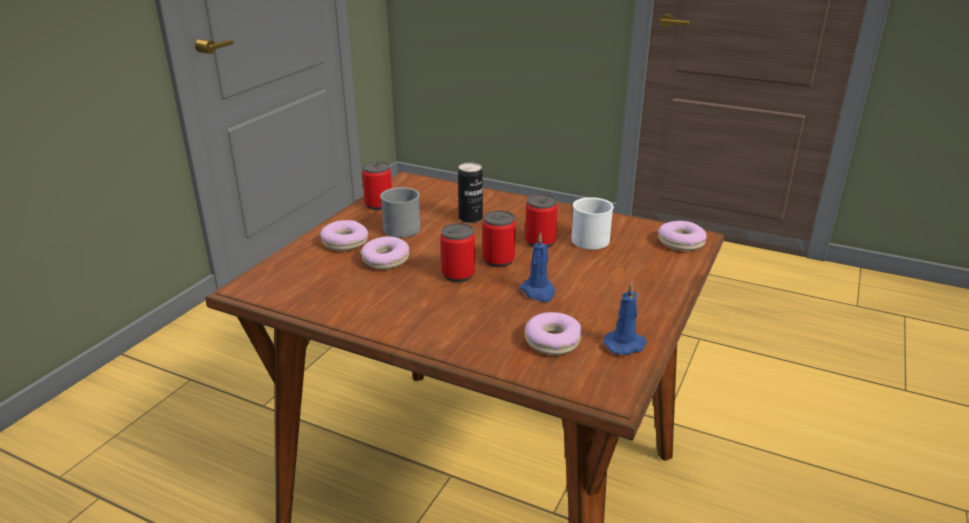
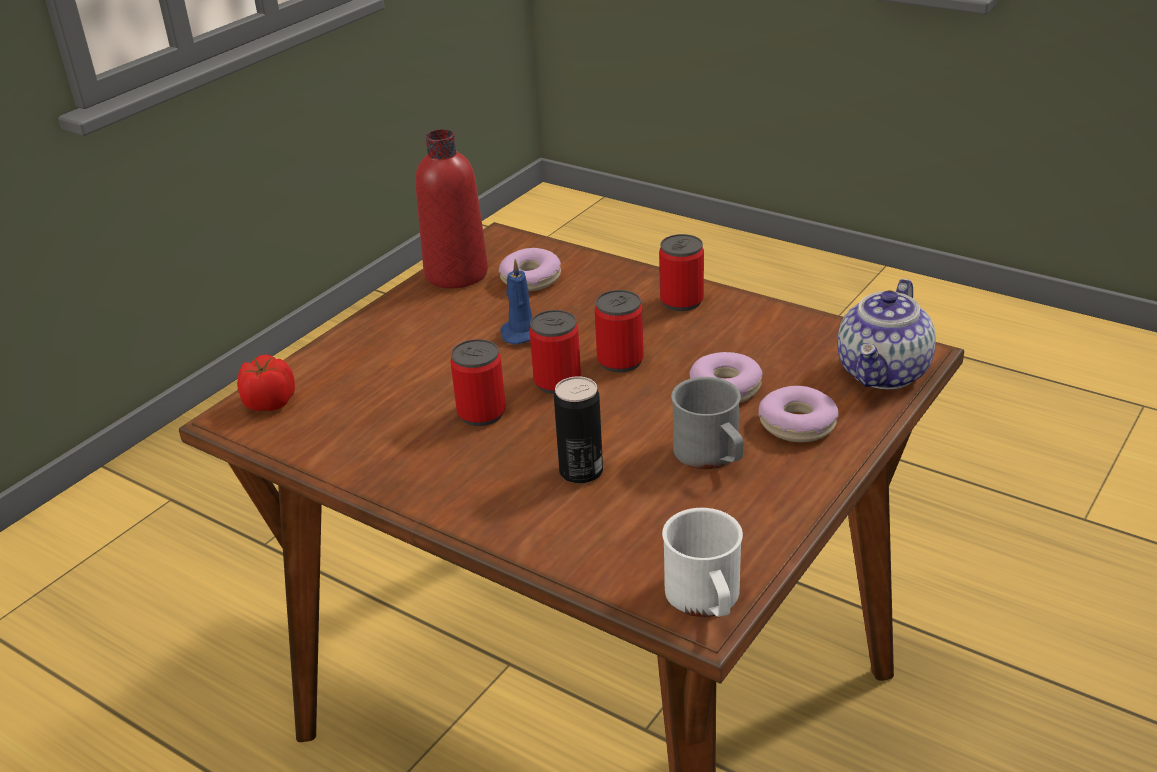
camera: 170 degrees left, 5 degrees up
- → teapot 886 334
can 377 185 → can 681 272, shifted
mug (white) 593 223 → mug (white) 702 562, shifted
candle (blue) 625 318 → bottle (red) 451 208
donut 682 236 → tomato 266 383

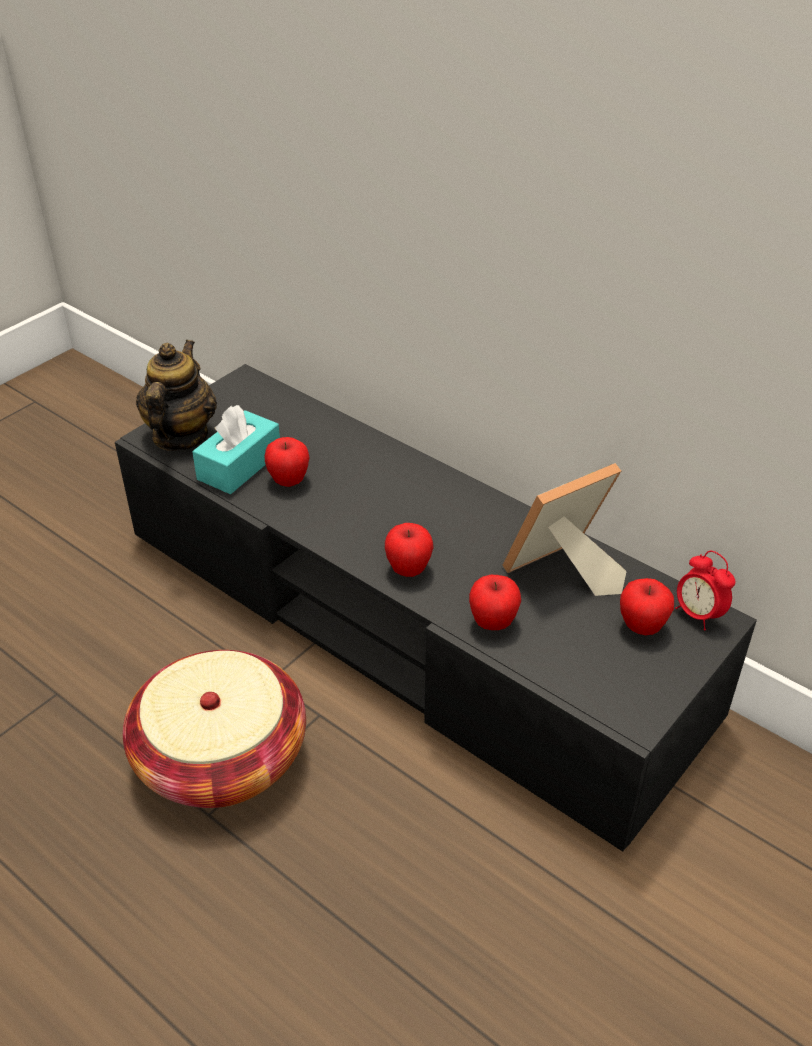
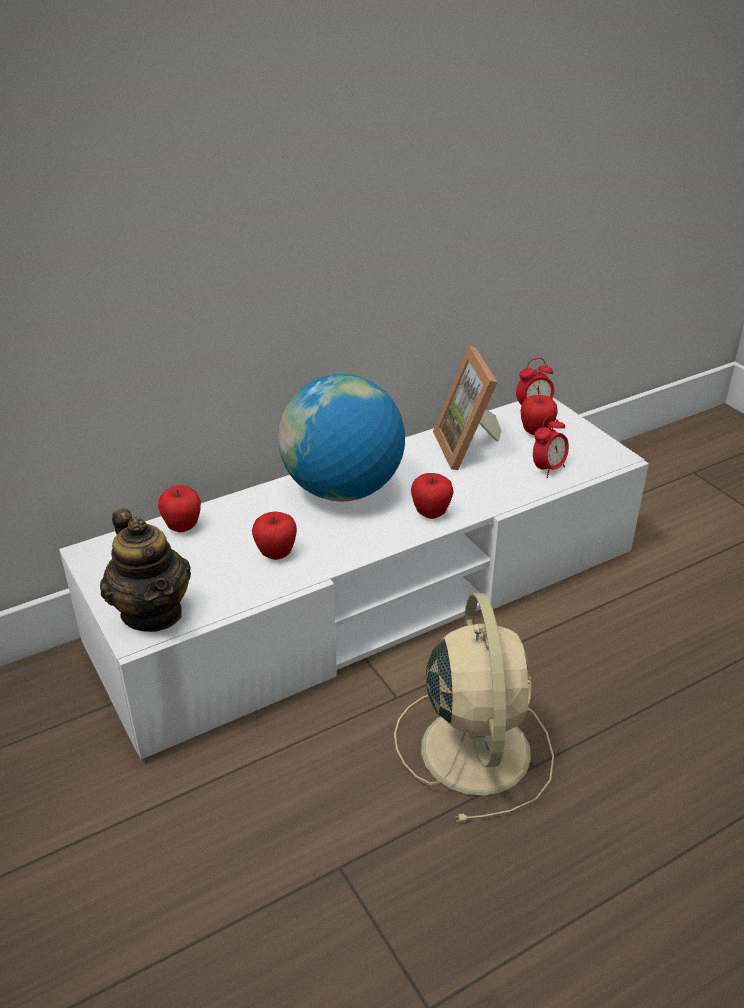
camera: 70 degrees left, 5 degrees down
tissue box (turquoise) 236 449 → -
- → globe 341 438
- → alarm clock 551 446
apple 495 602 → apple 179 509, shifted
basket 214 729 → fan (beige) 474 708
tv stand (black) 436 607 → tv stand (white) 354 578
teapot 176 395 → teapot 145 570, 150 degrees counterclockwise

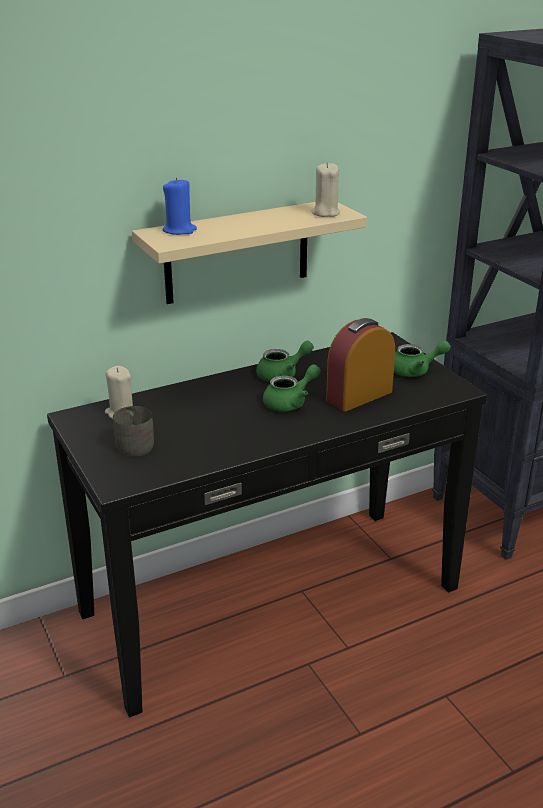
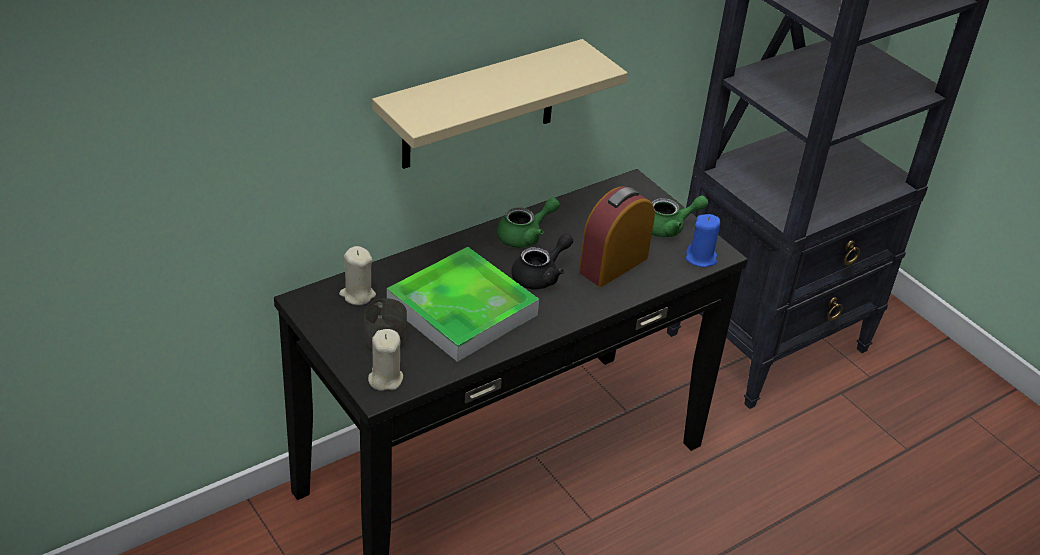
camera: 10 degrees left, 10 degrees up
- → tray 463 304
candle (blue) 180 206 → candle (blue) 703 240, shifted
candle (beige) 325 189 → candle (beige) 385 360, shifted
teapot (green) 292 387 → teapot (black) 542 261

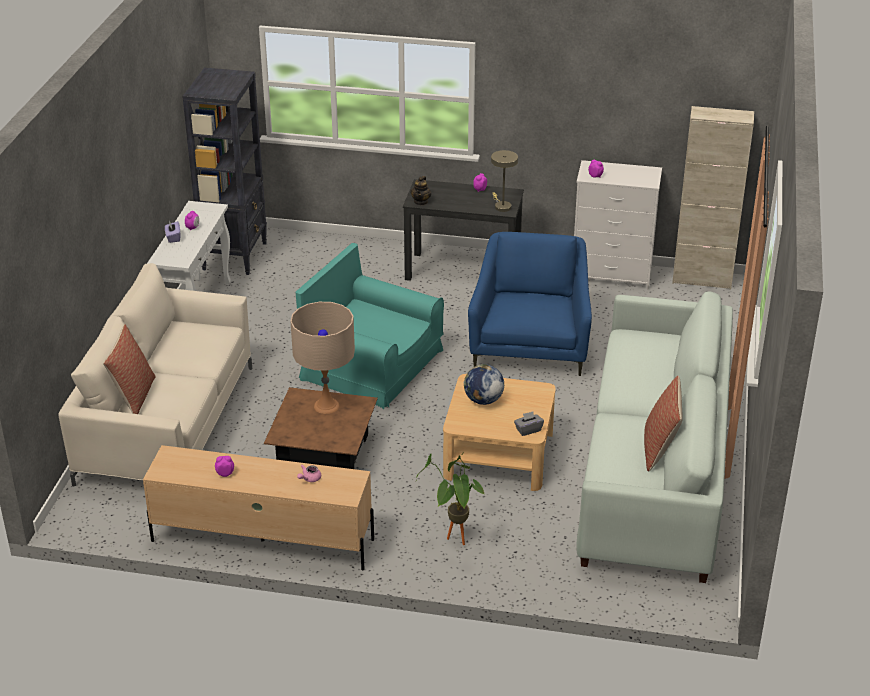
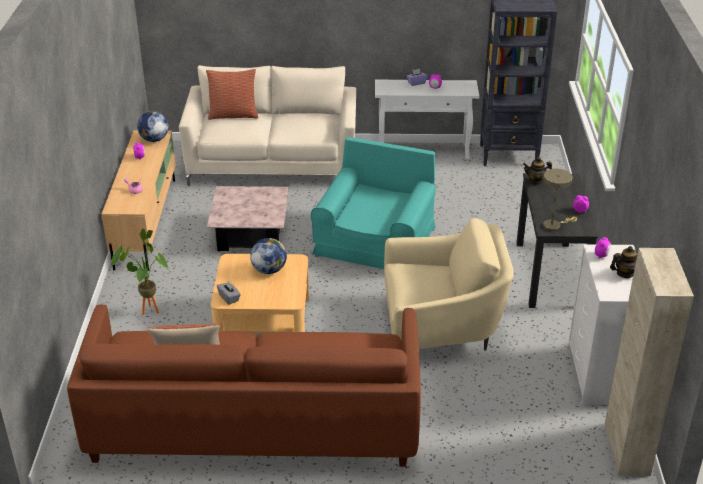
camera: 80 degrees right, 0 degrees up
table lamp (beige) 322 358 → -
- → globe 153 126
- → teapot 623 262
coffee table (brown) 321 428 → coffee table (pink) 248 218
armchair (blue) 530 304 → armchair (beige) 449 284
sofa (white) 654 437 → sofa (brown) 244 386

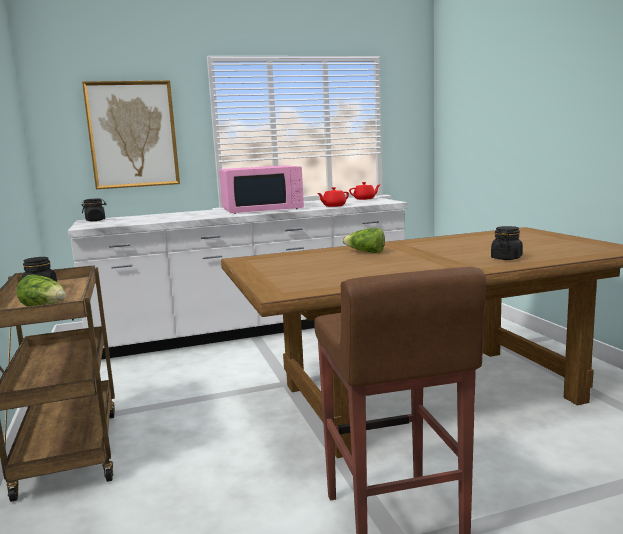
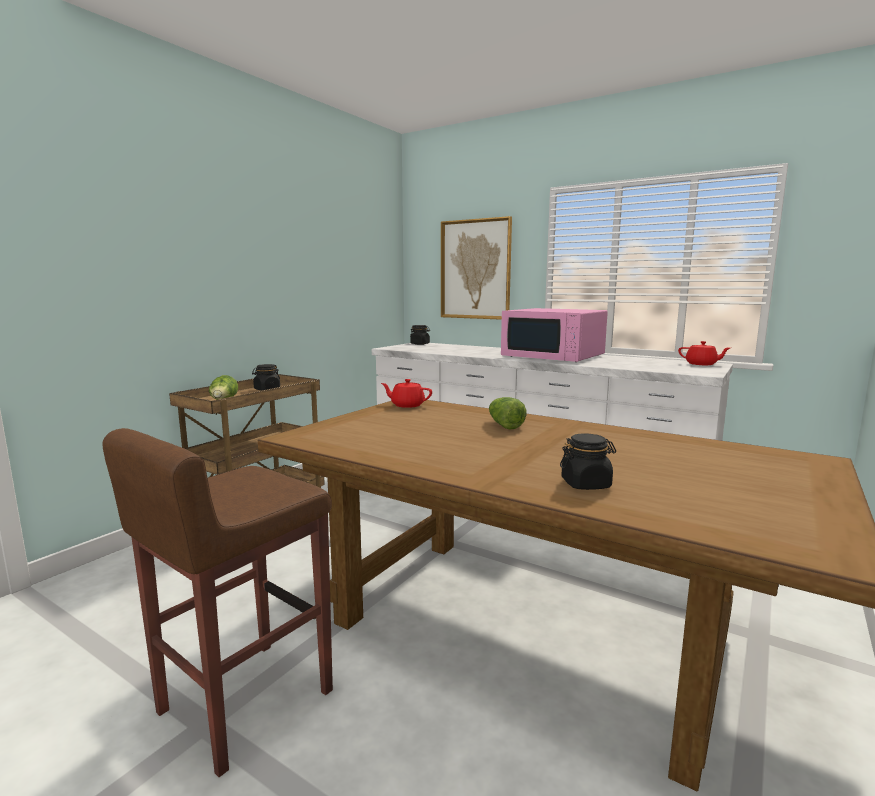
camera: 50 degrees right, 0 degrees up
teapot (red) 333 197 → teapot (red) 406 393, shifted

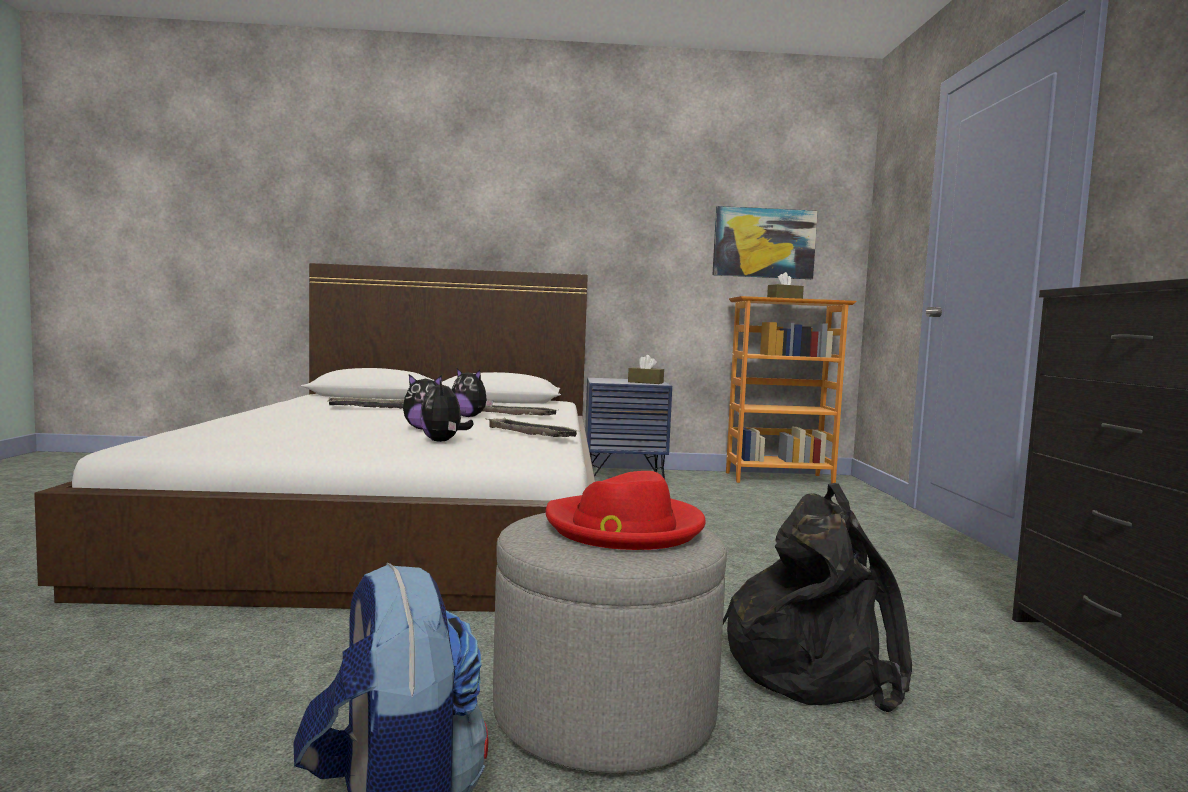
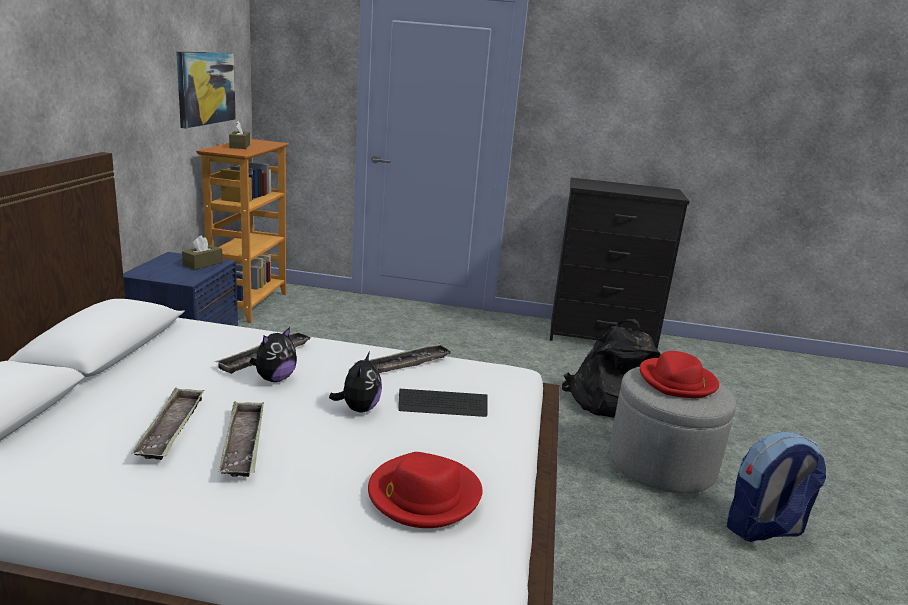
camera: 80 degrees left, 15 degrees up
- → tray 241 439
- → hat (red) 425 490
plush toy 446 410 → keyboard 443 403

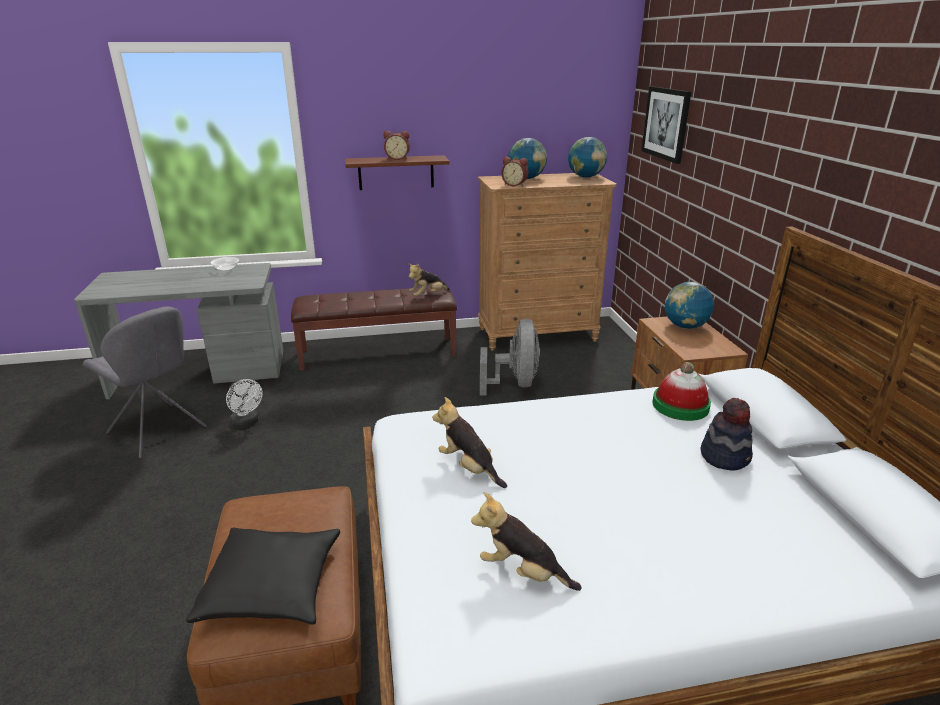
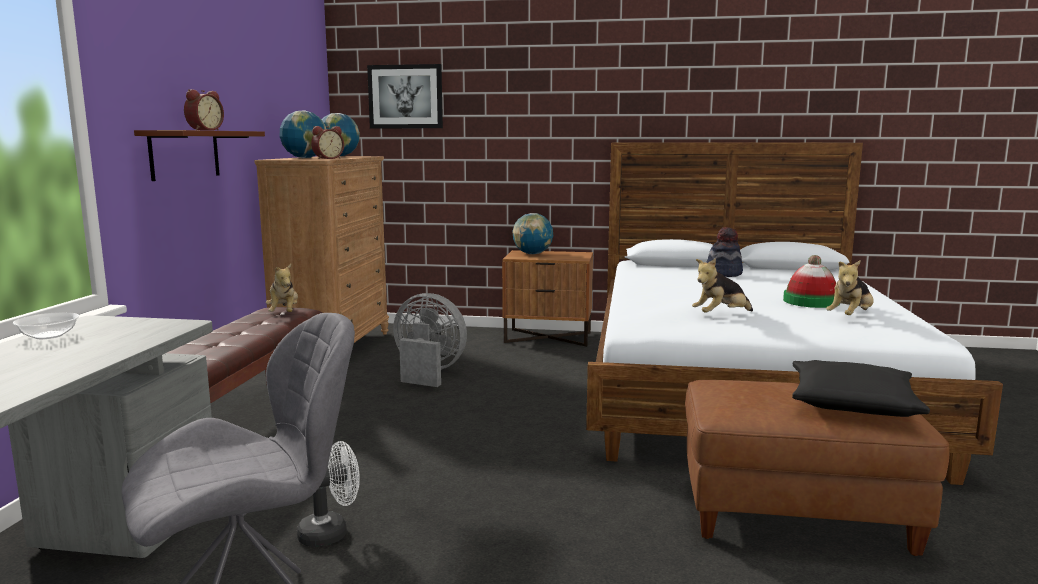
camera: 70 degrees left, 15 degrees down
hat 681 391 → hat 811 281, shifted

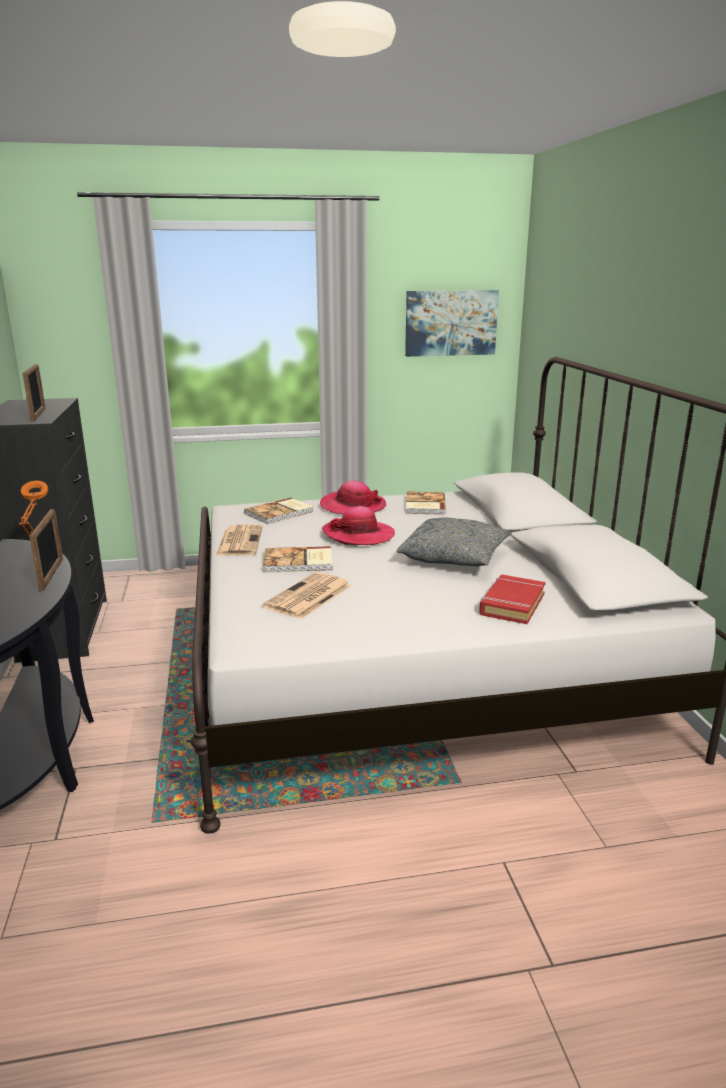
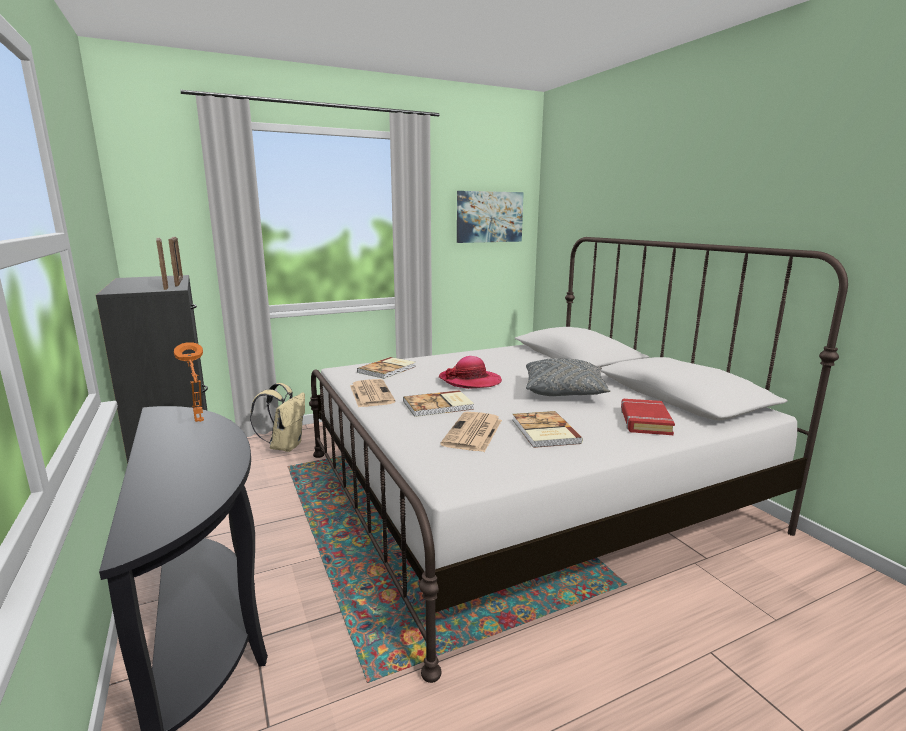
camera: 15 degrees left, 5 degrees down
hat 353 497 → -
- → backpack (beige) 277 417
picture frame 46 550 → picture frame 175 261, shifted
book 426 503 → book 547 429, shifted

